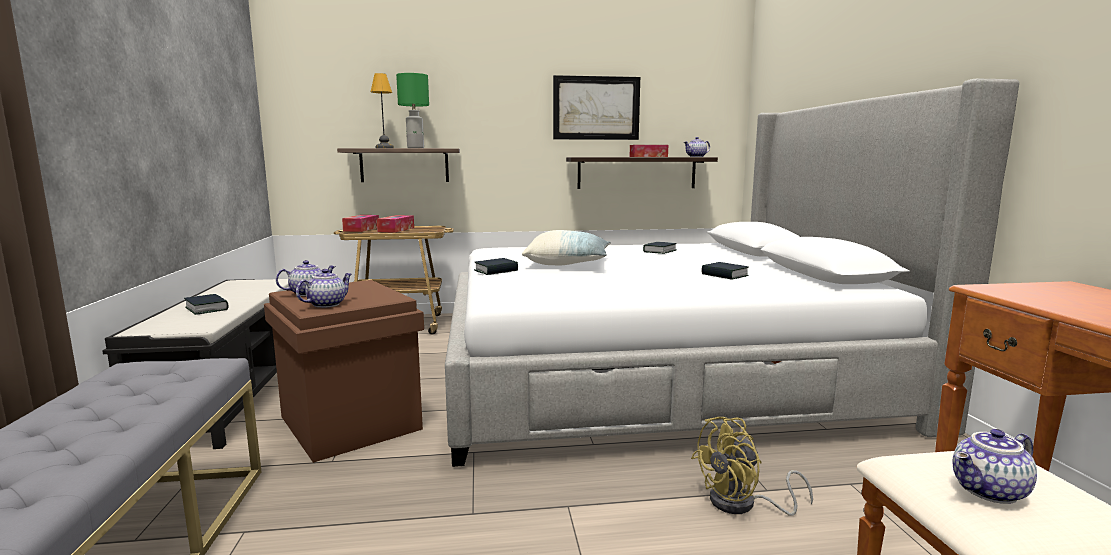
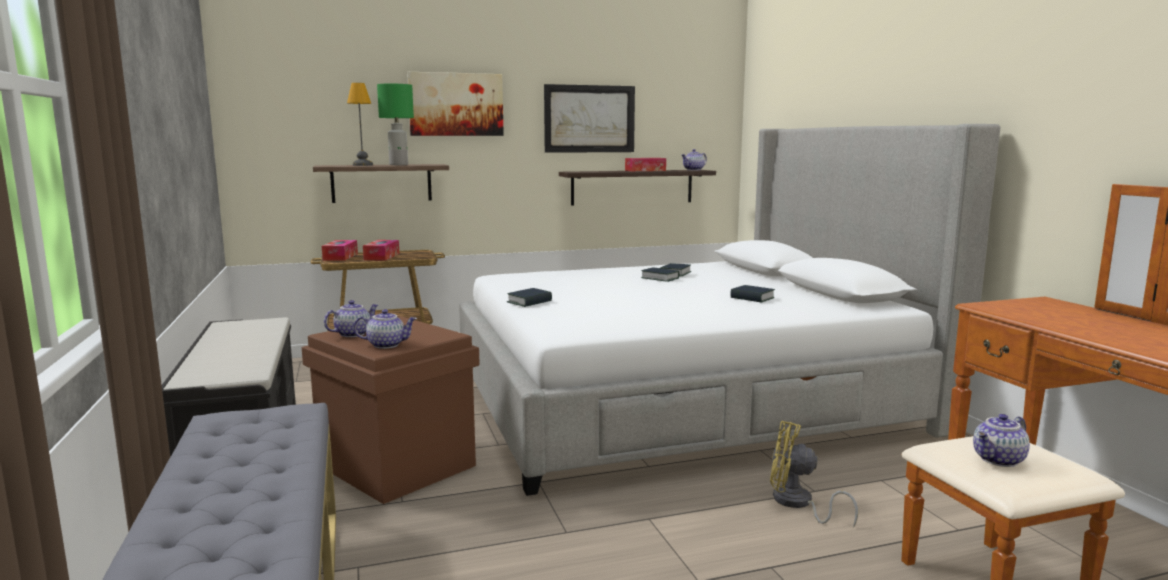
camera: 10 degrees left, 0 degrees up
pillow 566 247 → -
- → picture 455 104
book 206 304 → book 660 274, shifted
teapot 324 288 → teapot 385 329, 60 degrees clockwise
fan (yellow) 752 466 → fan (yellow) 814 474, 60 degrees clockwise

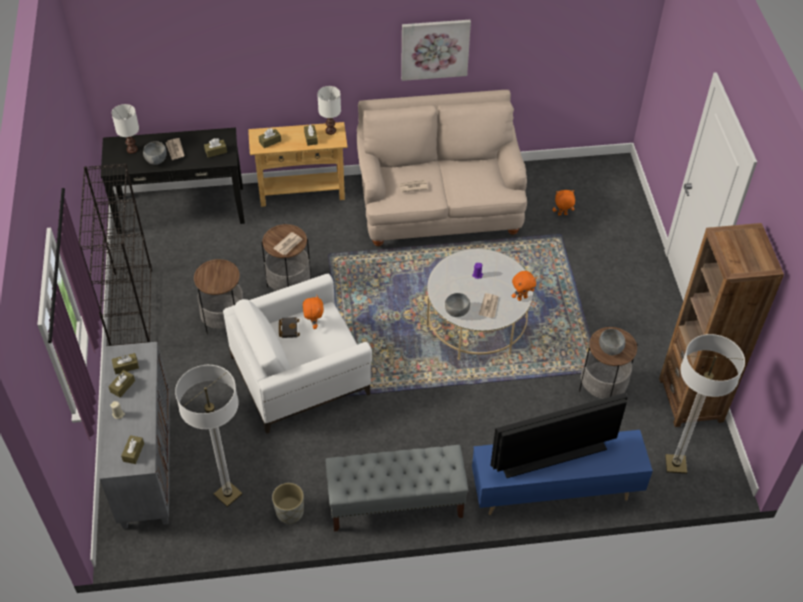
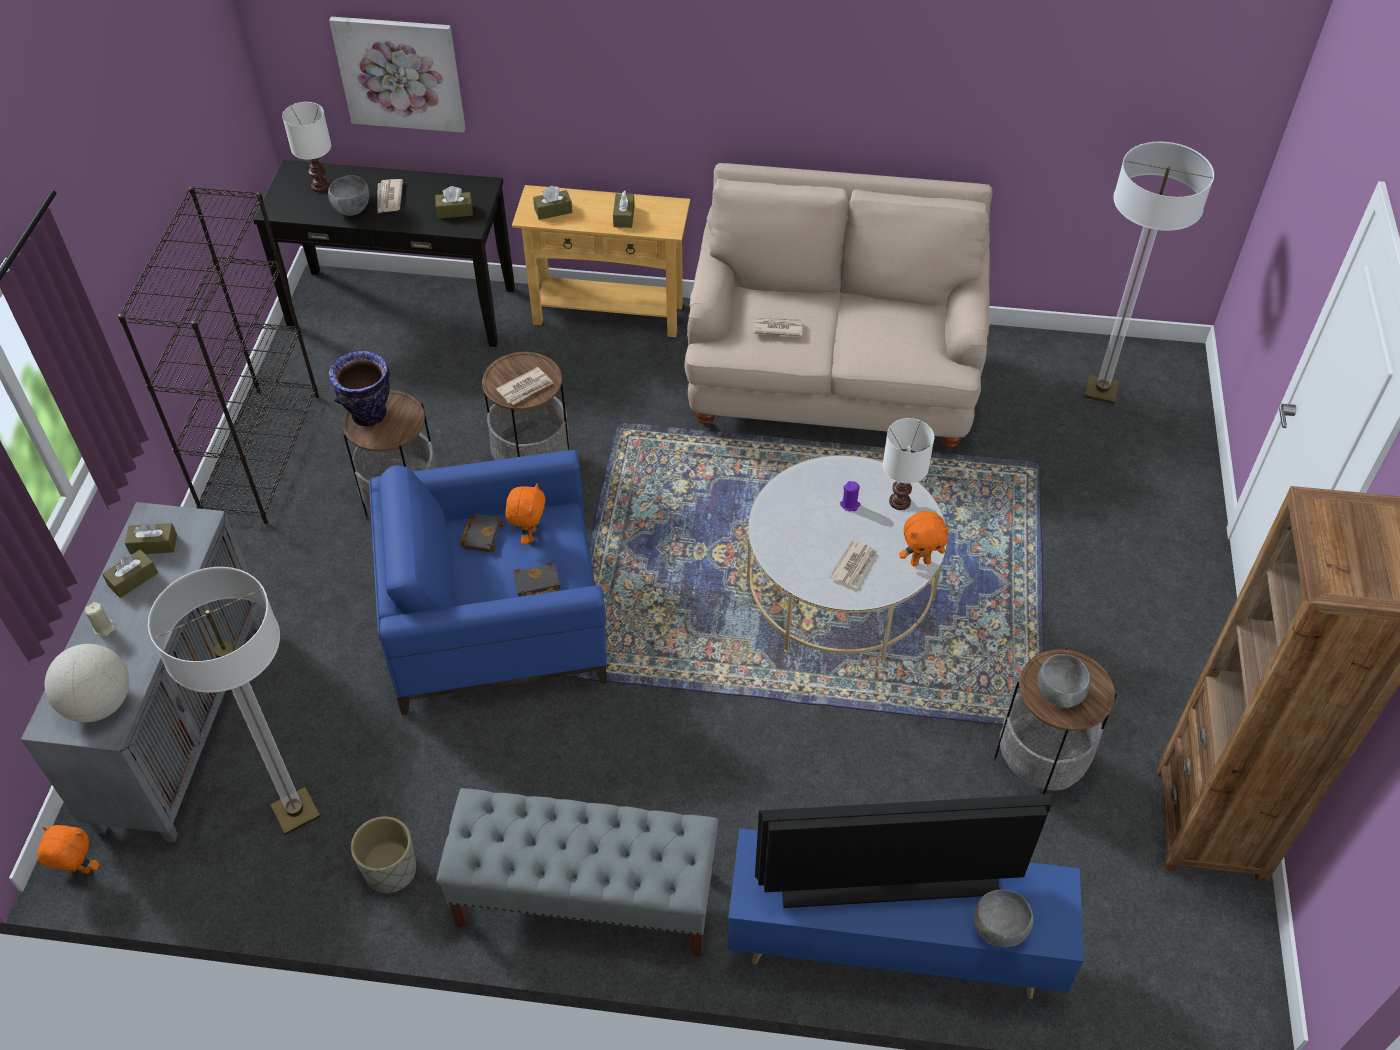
camera: 15 degrees right, 0 degrees up
- → vase 359 389
- → book (black) 537 579
table lamp (white) 329 110 → table lamp (white) 908 464, shifted
picture 436 50 → picture 397 75, shifted
bowl (grey) 457 305 → bowl (grey) 1003 918, shifted
plush toy (orange) 564 202 → plush toy (orange) 68 849, shifted
floor lamp 705 404 → floor lamp 1149 272, shifted
tissue box (brown) 132 449 → globe 87 683
armchair (white) 297 354 → armchair (blue) 488 582

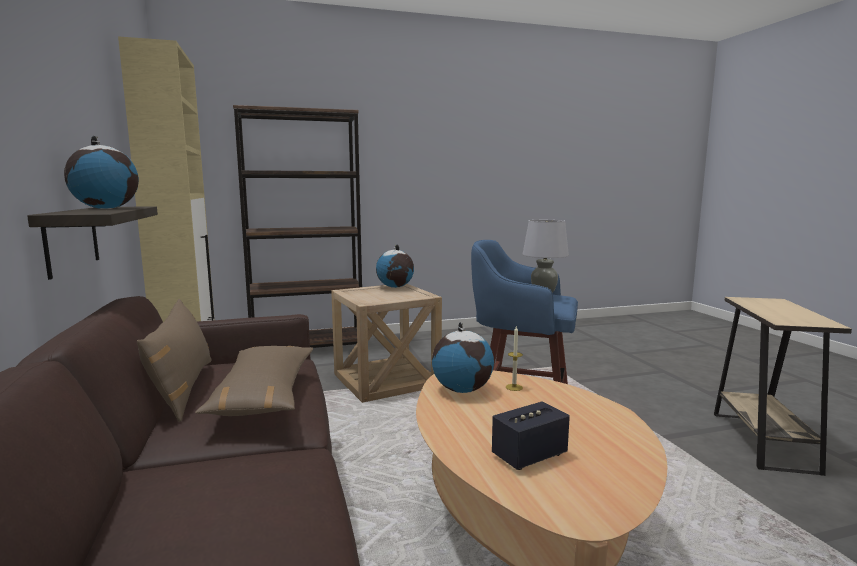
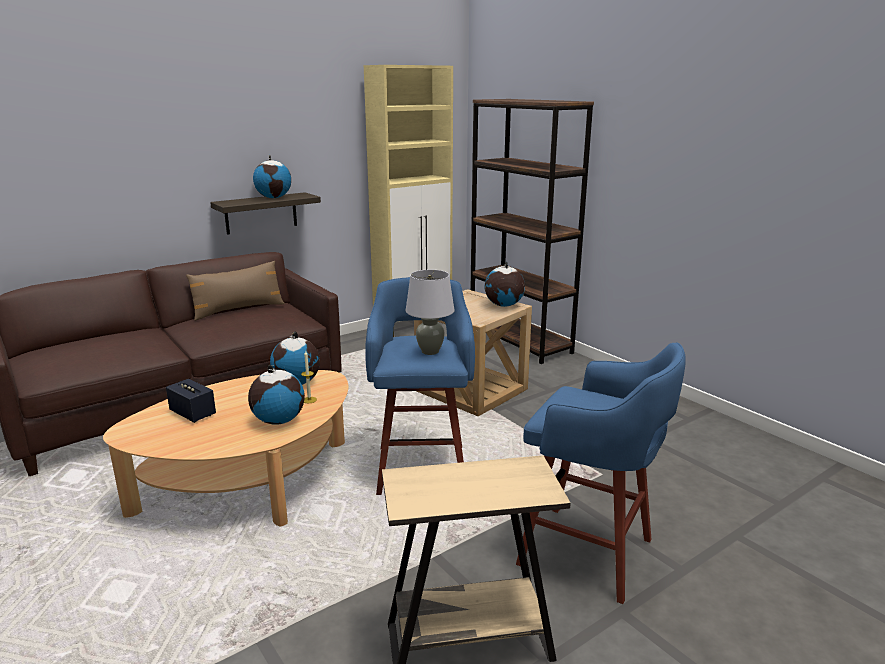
camera: 70 degrees right, 10 degrees up
pillow (brown) 254 381 → -
- → globe 276 395
- → stool (blue) 601 473

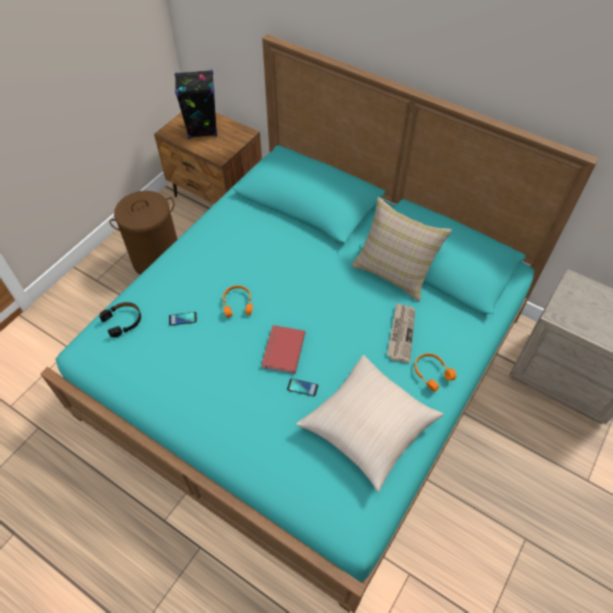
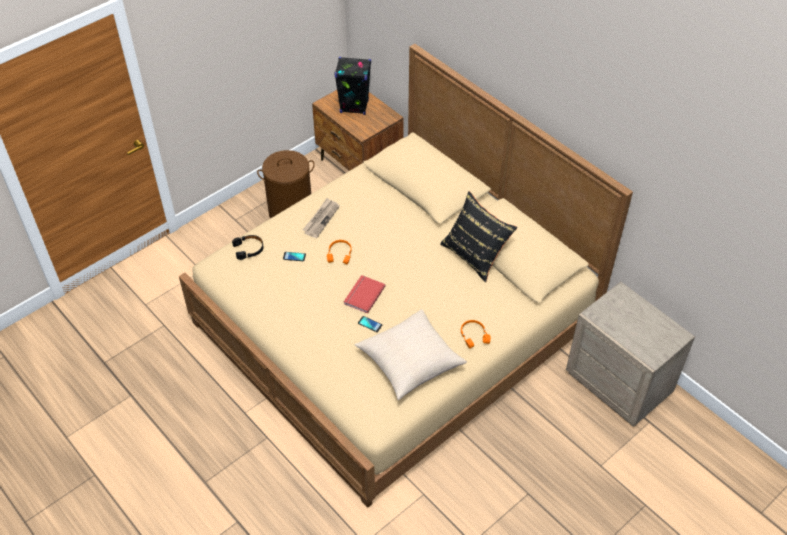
camera: 15 degrees right, 5 degrees down
newspaper 401 333 → newspaper 321 218, shifted
bed (turquoise) 319 323 → bed (beige) 406 276
pillow (beige) 401 249 → pillow (black) 479 236

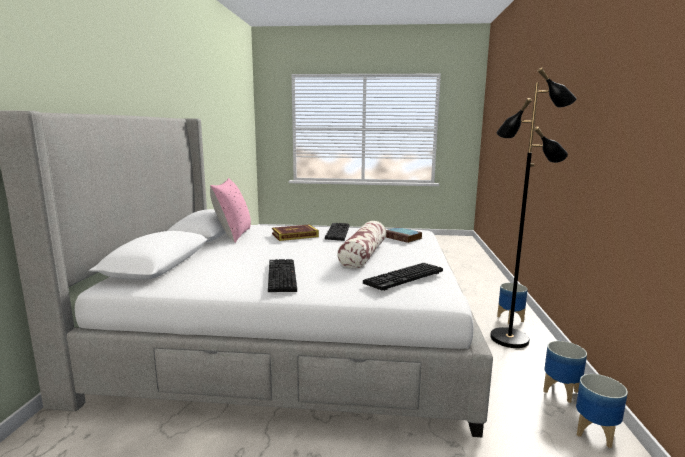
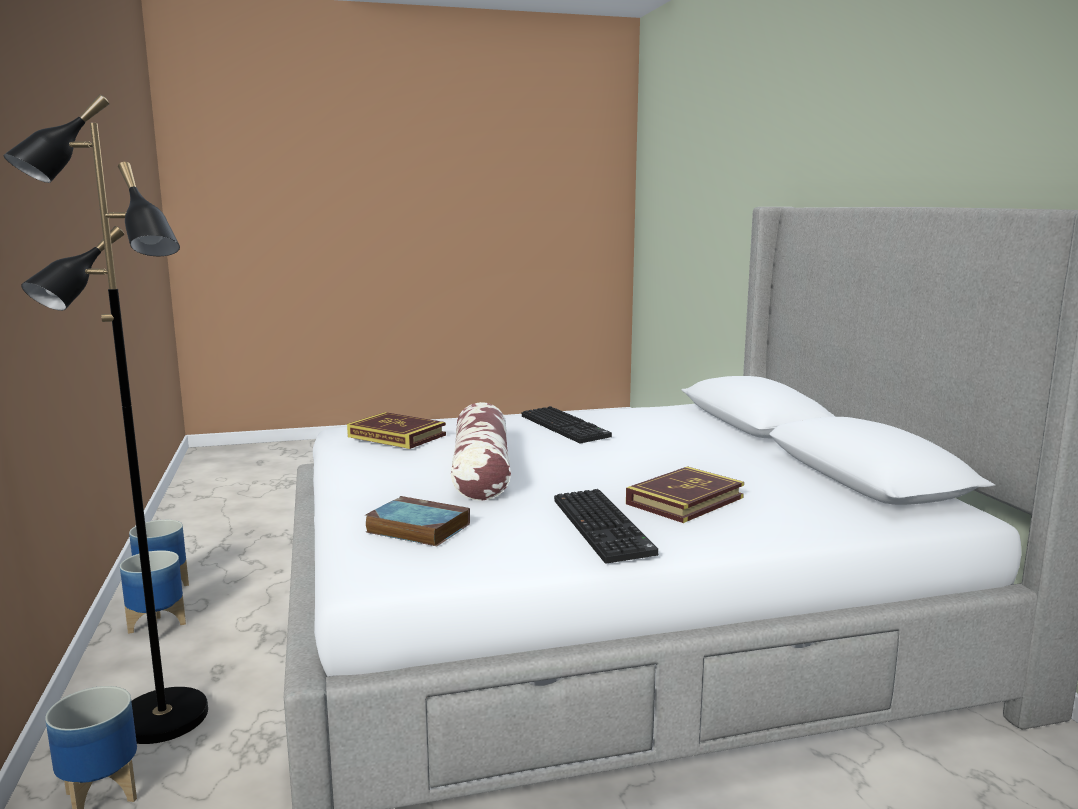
camera: 160 degrees right, 0 degrees up
pillow (pink) 230 210 → -
keyboard 403 277 → book 396 430

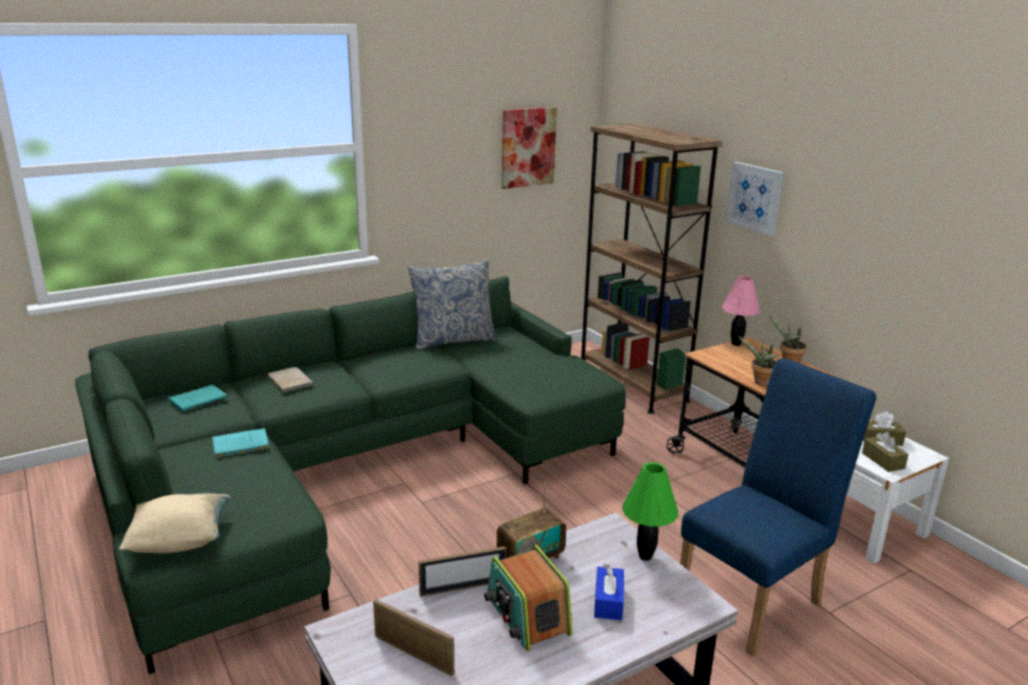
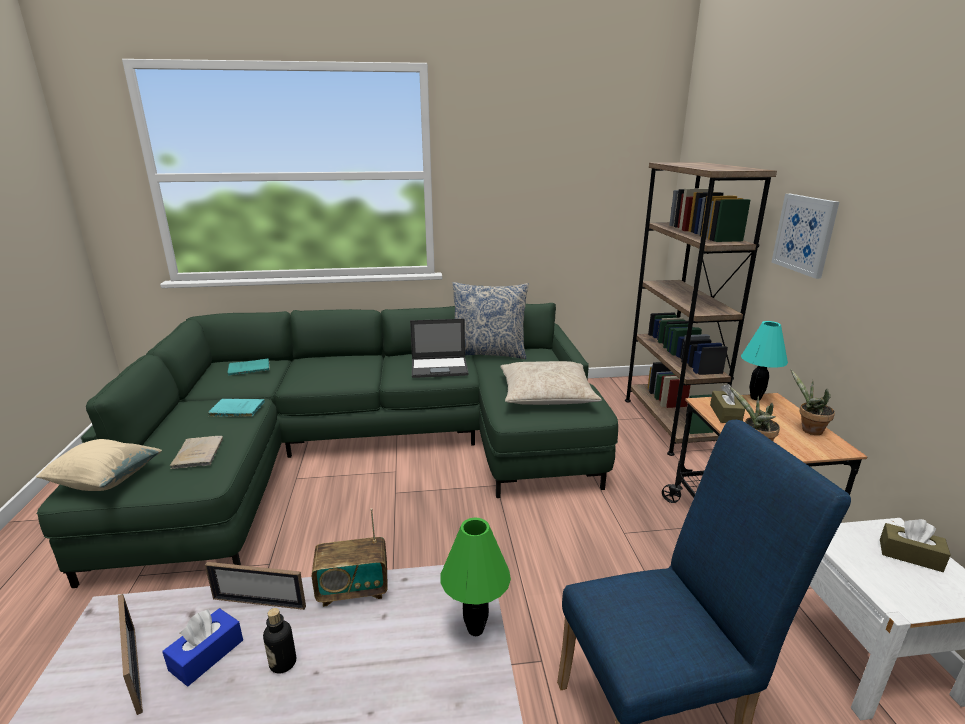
camera: 25 degrees right, 0 degrees up
picture 529 148 → -
- → laptop 439 348
- → pillow (beige) 551 383
book (beige) 291 380 → book (beige) 196 452, shifted
tissue box (blue) 609 592 → tissue box (blue) 202 647, shifted
tissue box (brown) 885 452 → tissue box (brown) 727 403, shifted
radio 528 598 → bottle 279 641
table lamp (pink) 741 311 → table lamp (turquoise) 764 360

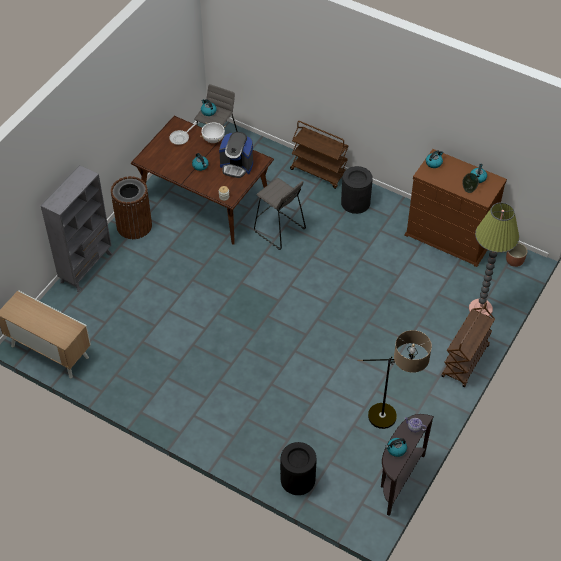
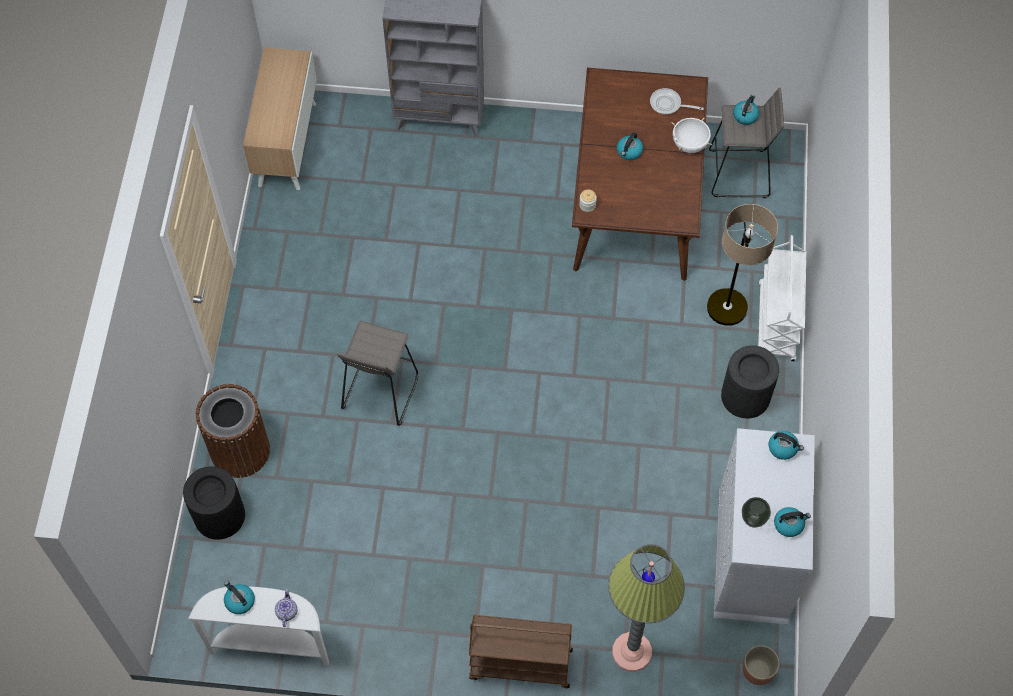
camera: 65 degrees right, 10 degrees up
coffee machine 236 155 → -
trash can (brown) 131 207 → trash can (brown) 233 431, shifted
stool (grey) 280 214 → stool (grey) 377 373, shifted
floor lamp 394 379 → floor lamp 742 265, shifted
cart (brown) 319 155 → cart (white) 782 298
console table (brown) 407 465 → console table (white) 258 626
dresser (brown) 455 208 → dresser (white) 764 527

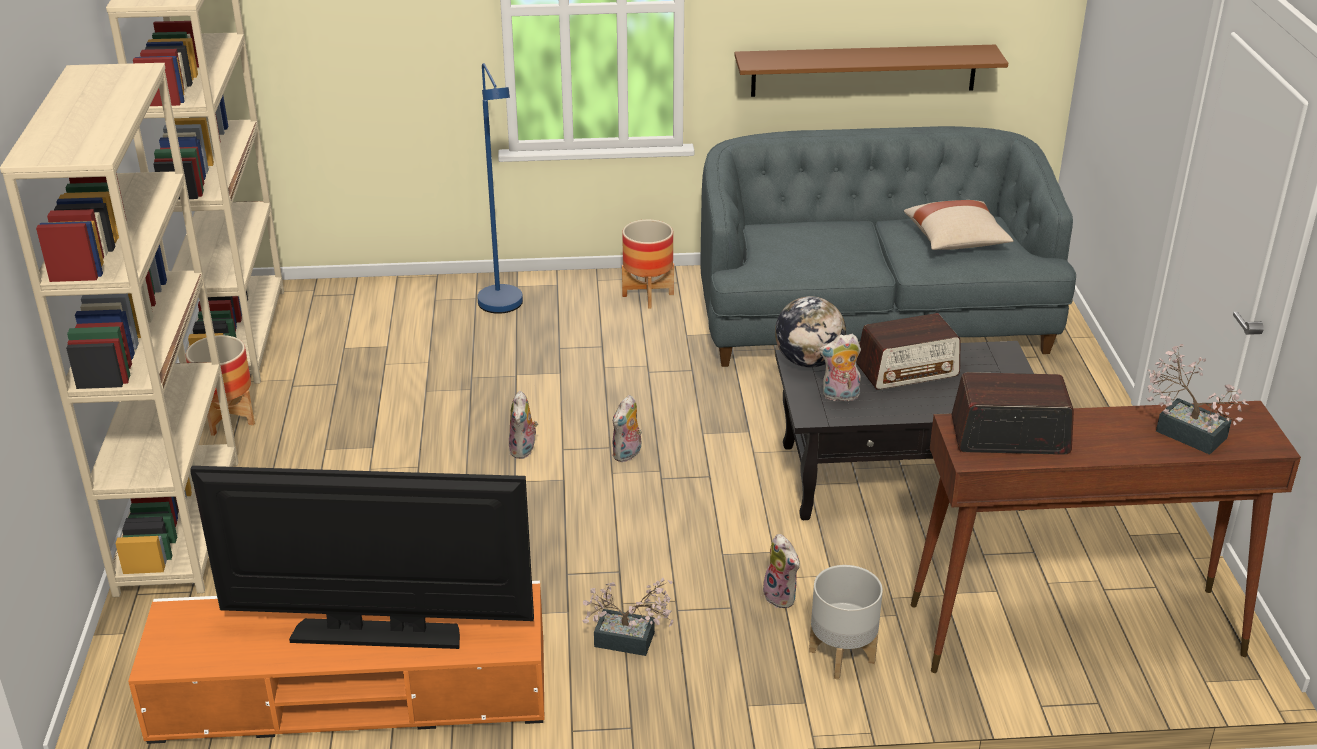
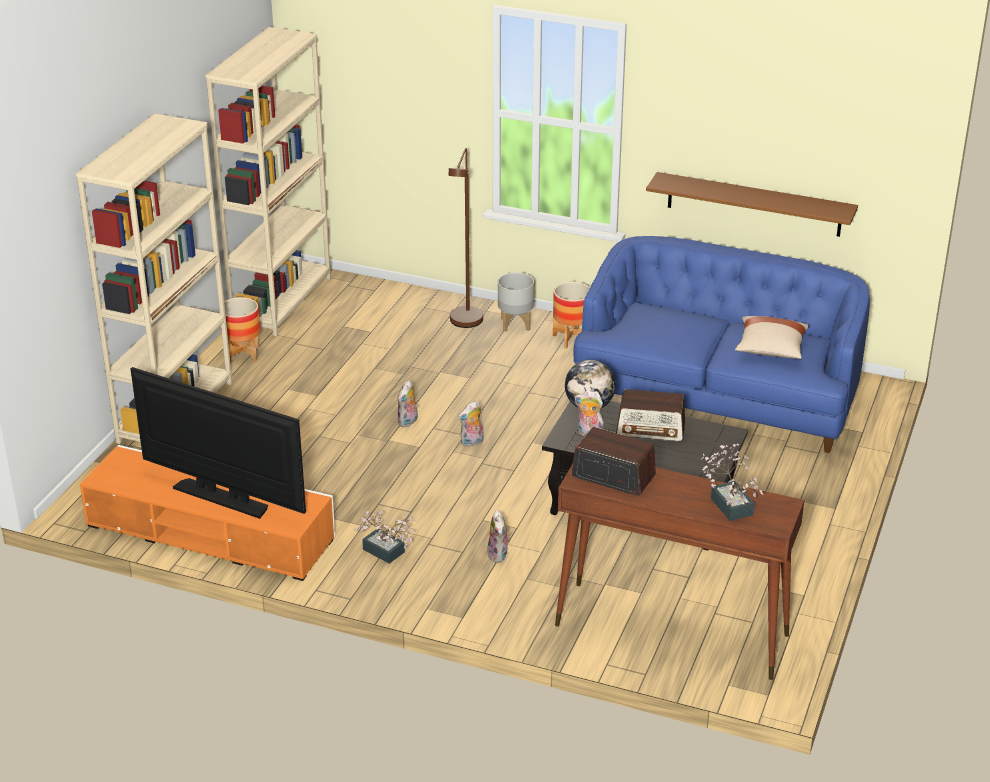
camera: 25 degrees right, 0 degrees up
planter (grey) 846 622 → planter (grey) 516 302, shifted
floor lamp (blue) 500 188 → floor lamp (brown) 465 238
sofa (grey) 888 246 → sofa (blue) 722 344

